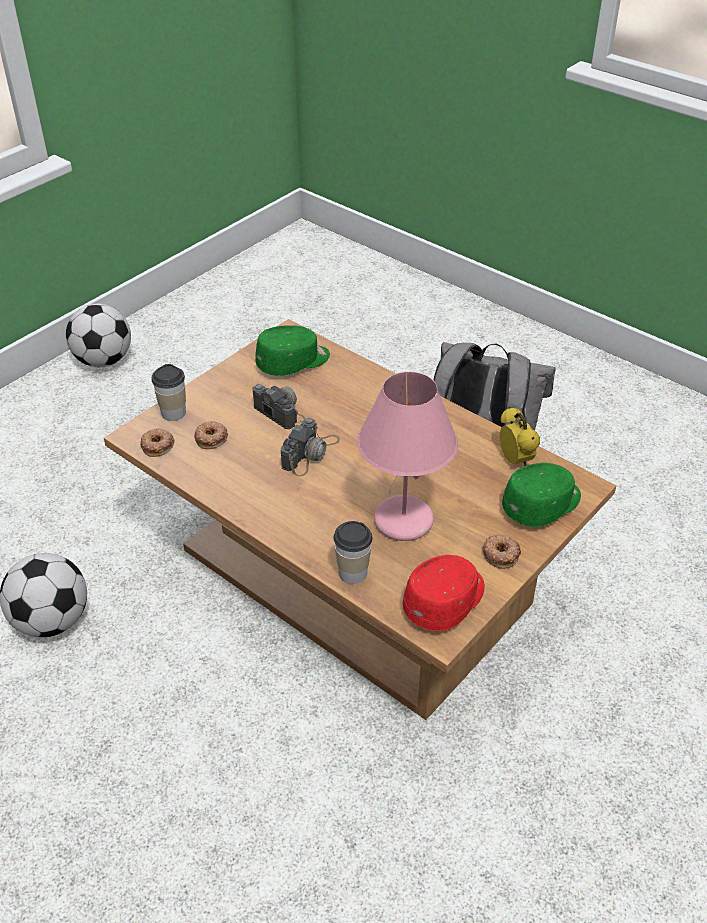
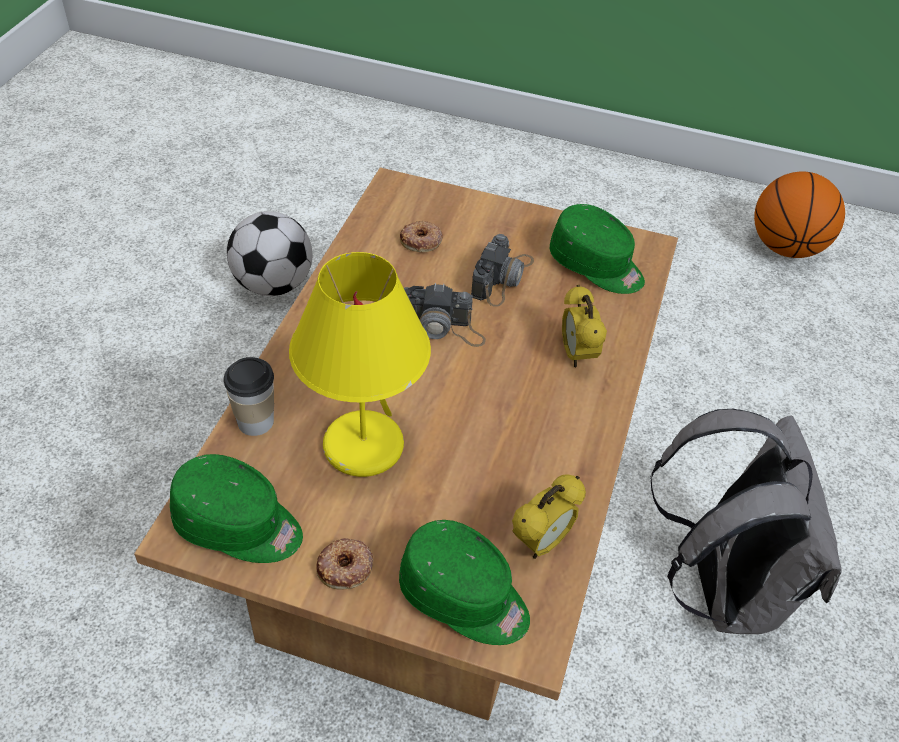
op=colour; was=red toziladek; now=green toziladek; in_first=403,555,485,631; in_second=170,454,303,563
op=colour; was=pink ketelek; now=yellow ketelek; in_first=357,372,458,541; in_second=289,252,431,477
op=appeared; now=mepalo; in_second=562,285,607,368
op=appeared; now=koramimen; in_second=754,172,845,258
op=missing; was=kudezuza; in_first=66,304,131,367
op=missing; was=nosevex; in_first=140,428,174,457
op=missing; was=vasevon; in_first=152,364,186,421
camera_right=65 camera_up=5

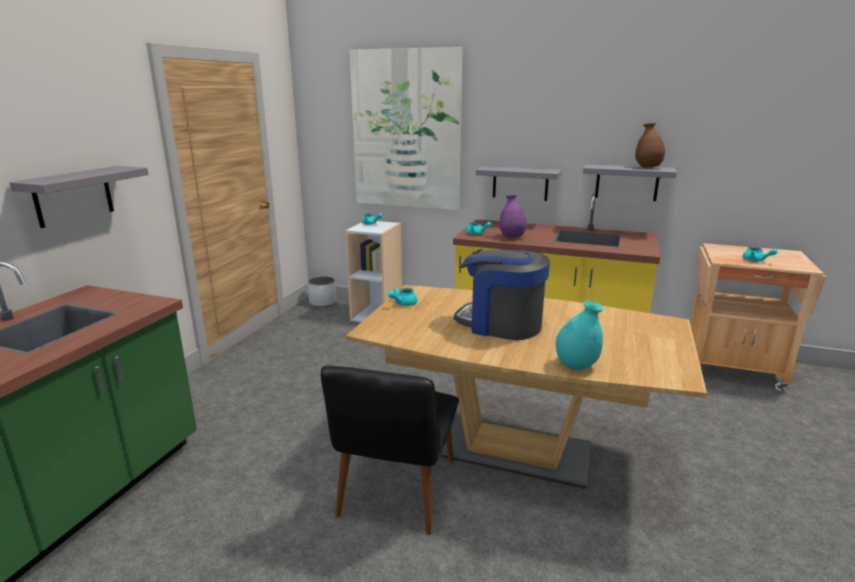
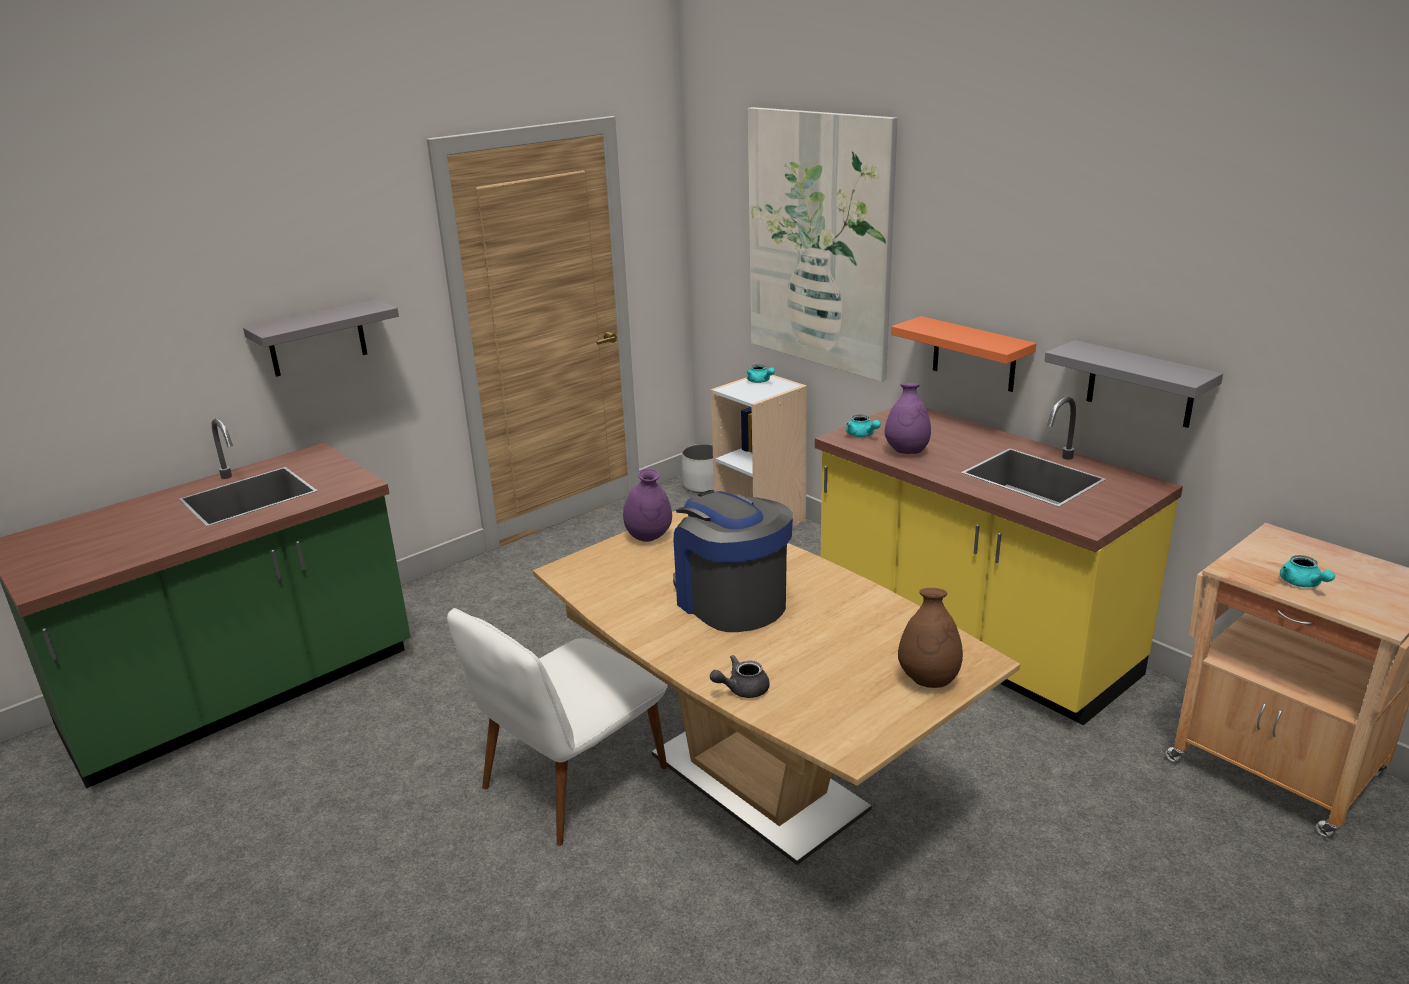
op=colour; was=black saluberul; now=white saluberul; in_first=321,366,459,535; in_second=447,608,668,846
op=exchanged; was=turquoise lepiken; now=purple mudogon; in_first=388,287,418,306; in_second=623,468,672,542
op=exchanged; was=turquoise mudogon; now=grey lepiken; in_first=556,301,603,370; in_second=710,655,770,698
op=colour; was=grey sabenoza; now=orange sabenoza; in_first=476,166,562,201; in_second=891,316,1037,392
op=relocated; was=brown mudogon; in_first=635,123,665,168; in_second=898,588,963,688
camera_right=30 camera_up=5

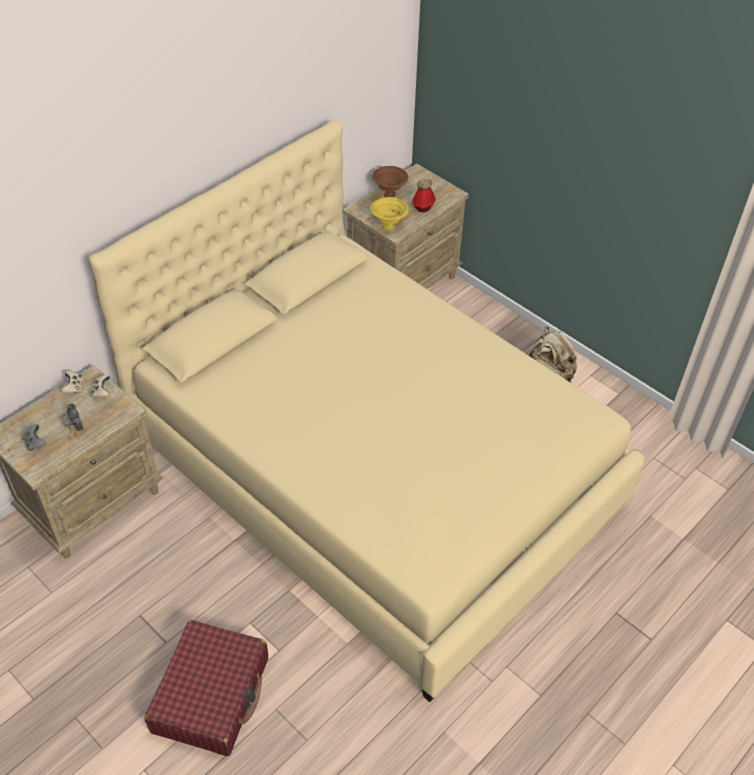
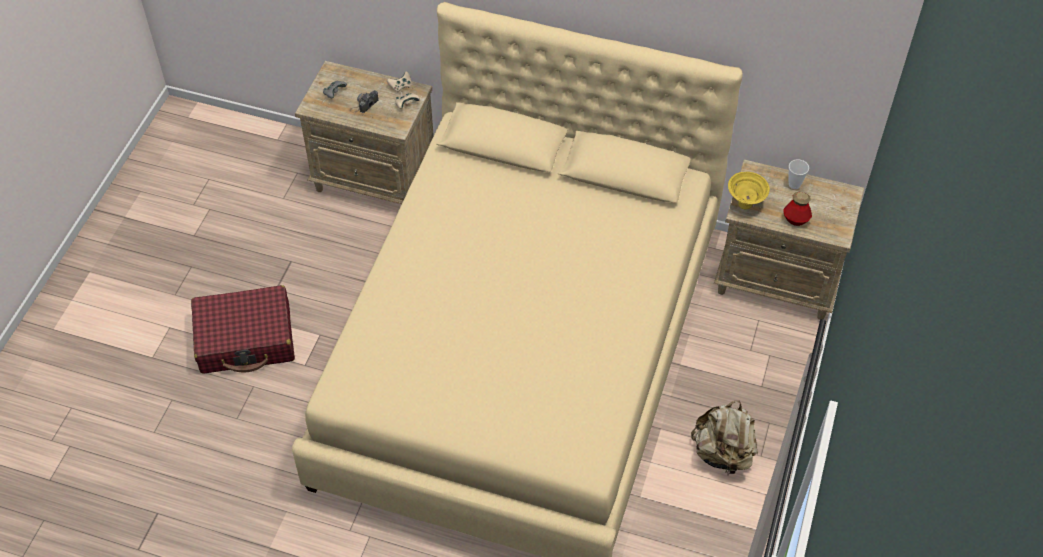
op=exchanged; was=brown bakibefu; now=vasevon; in_first=372,166,408,197; in_second=788,159,809,189
camera_right=65 camera_up=5

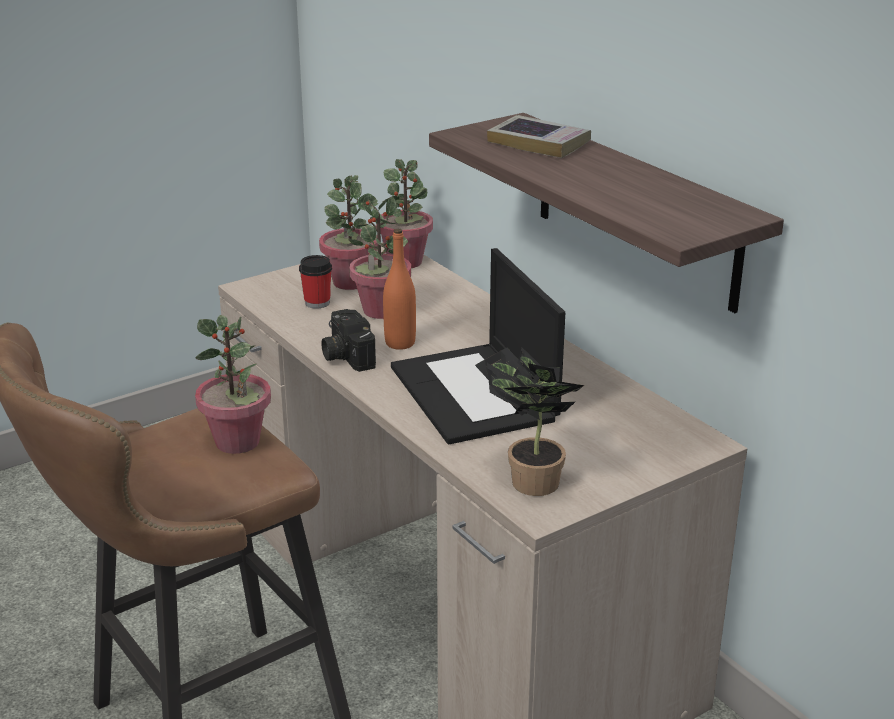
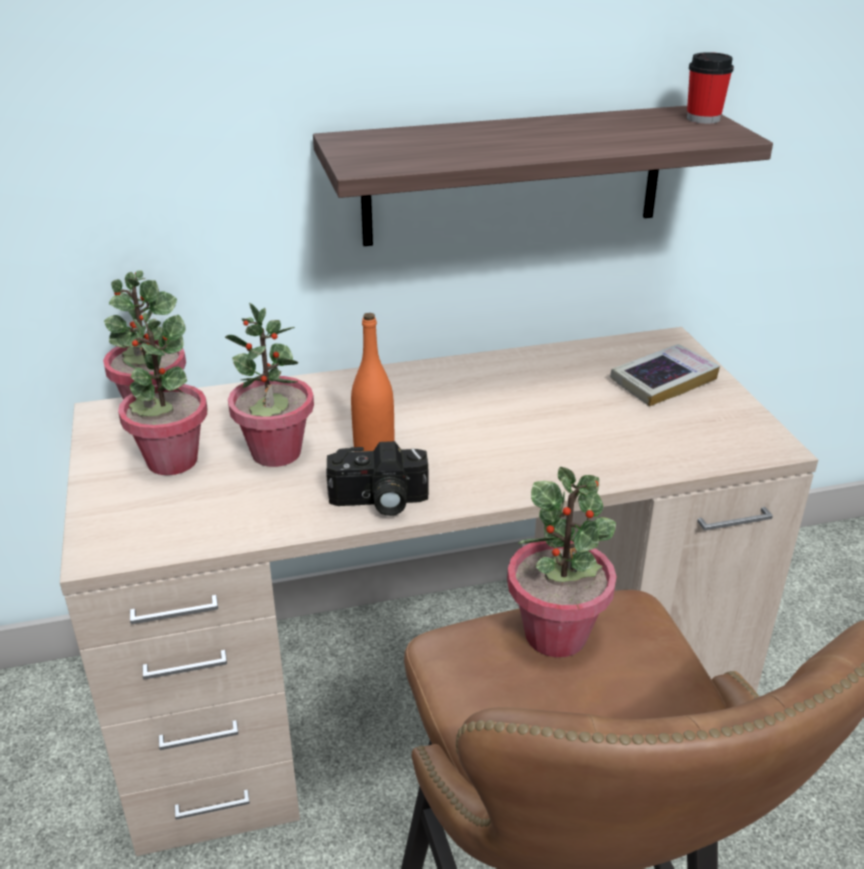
op=relocated; was=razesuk; in_first=487,115,591,158; in_second=610,344,720,407
op=relocated; was=vasevon; in_first=299,255,332,309; in_second=687,52,734,124
op=missing; was=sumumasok; in_first=391,248,565,444
op=missing; was=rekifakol; in_first=475,348,585,496
camera_right=-70 camera_up=5

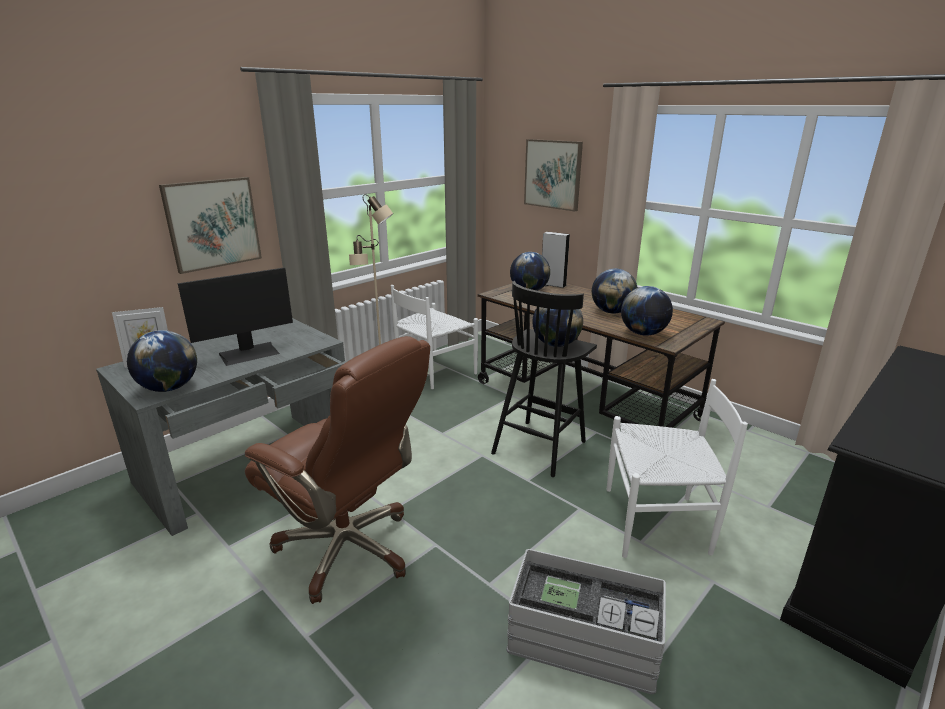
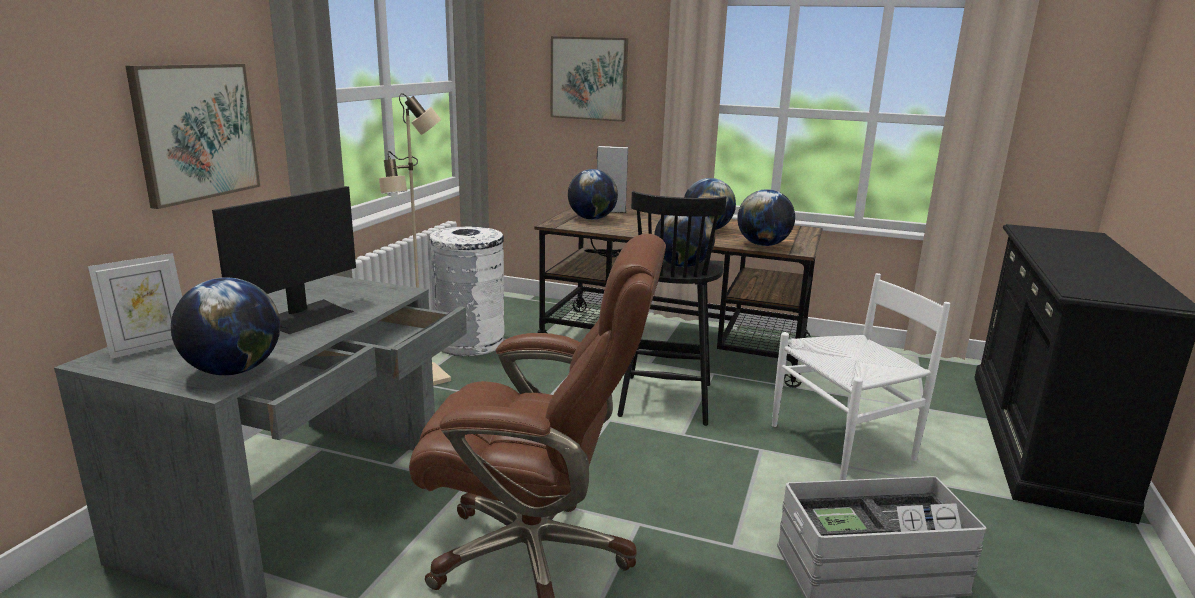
op=exchanged; was=white saluberul; now=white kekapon; in_first=391,285,478,389; in_second=429,226,504,356
camera_right=-25 camera_up=-5

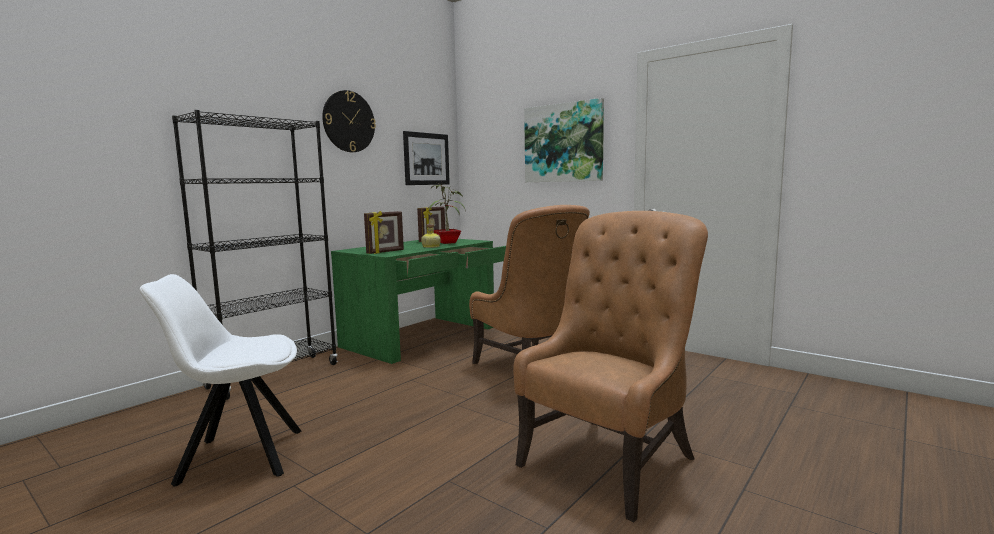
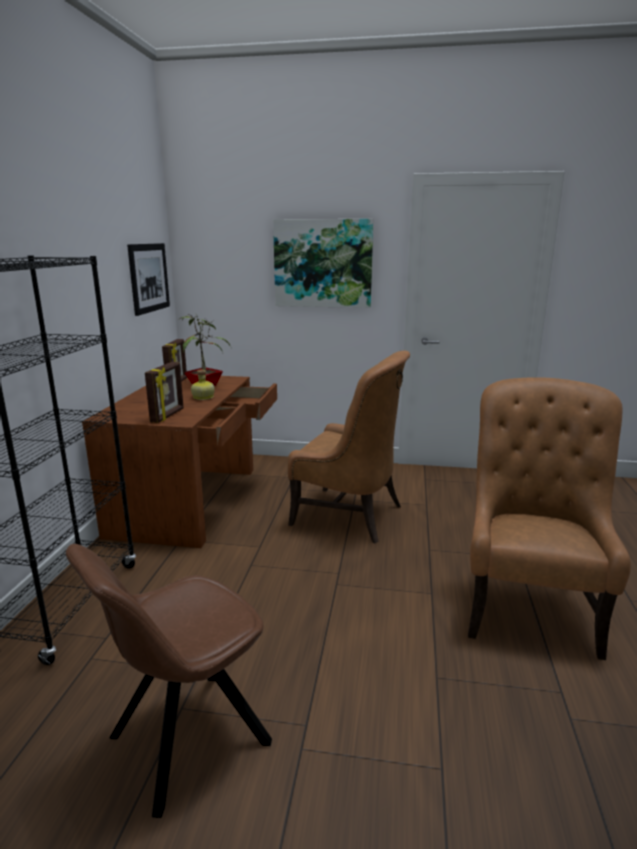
op=colour; was=white saluberul; now=brown saluberul; in_first=140,274,301,486; in_second=66,544,272,818
op=colour; was=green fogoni; now=brown fogoni; in_first=331,239,506,364; in_second=82,376,277,548
op=missing; was=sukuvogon; in_first=322,90,376,152
camera_right=-30 camera_up=10

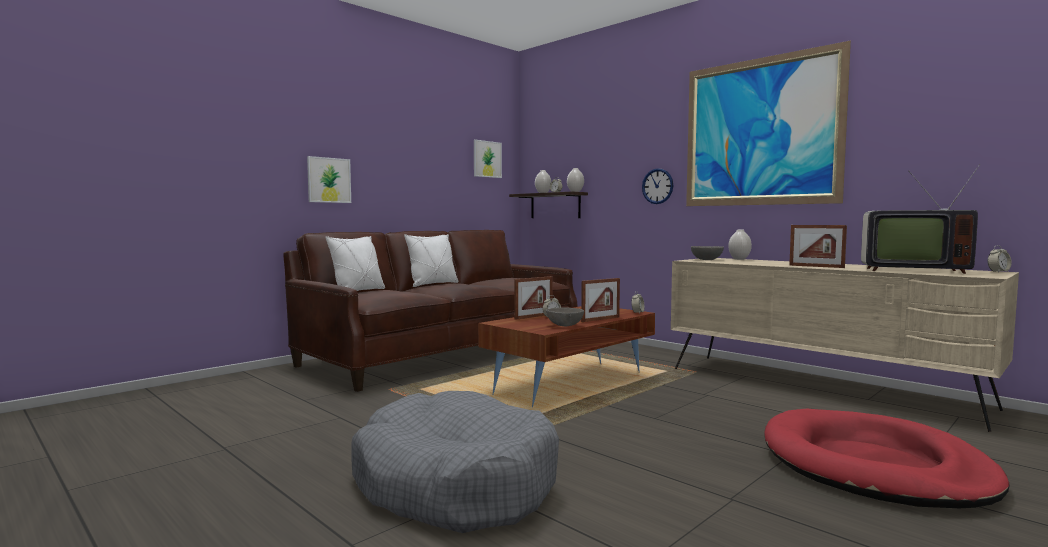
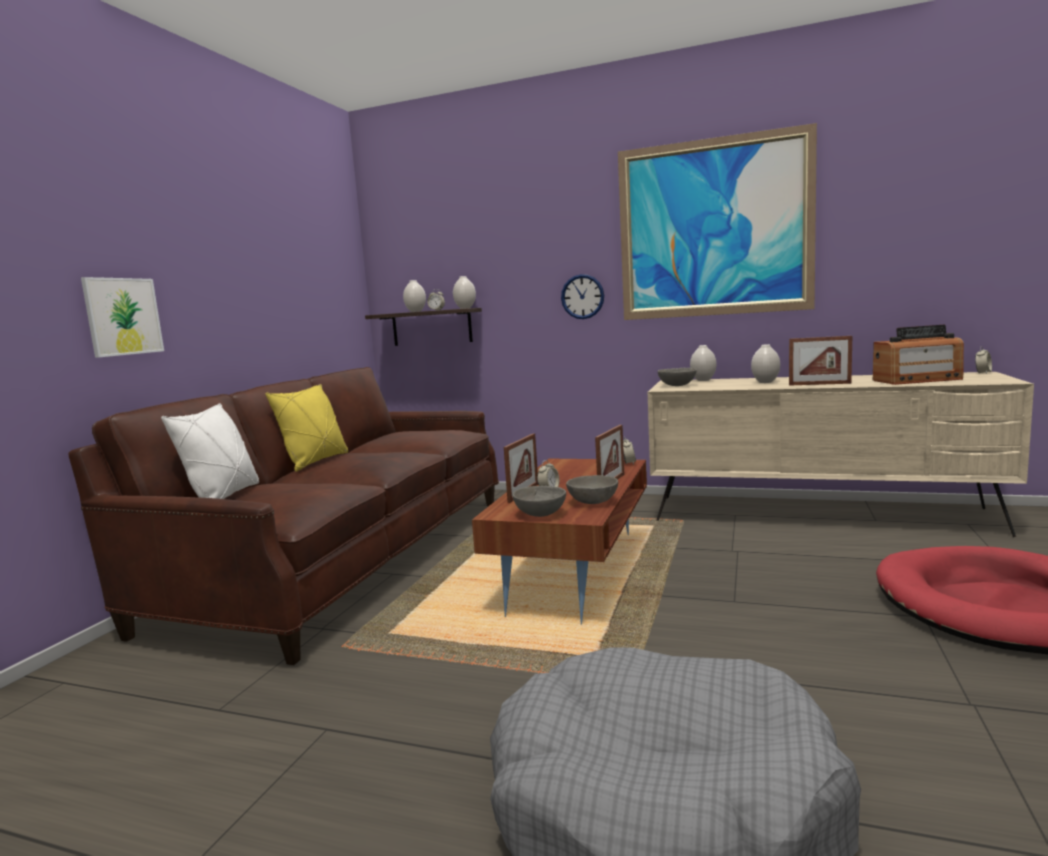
op=colour; was=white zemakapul; now=yellow zemakapul; in_first=404,234,459,287; in_second=265,384,348,472
op=appeared; now=grey bakibefu; in_second=513,486,566,517
op=appeared; now=white mudogon; in_second=751,344,780,383
op=exchanged; was=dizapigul; now=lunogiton; in_first=861,164,980,274; in_second=873,325,964,385
op=missing; was=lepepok; in_first=474,139,502,178
camera_right=-25 camera_up=5

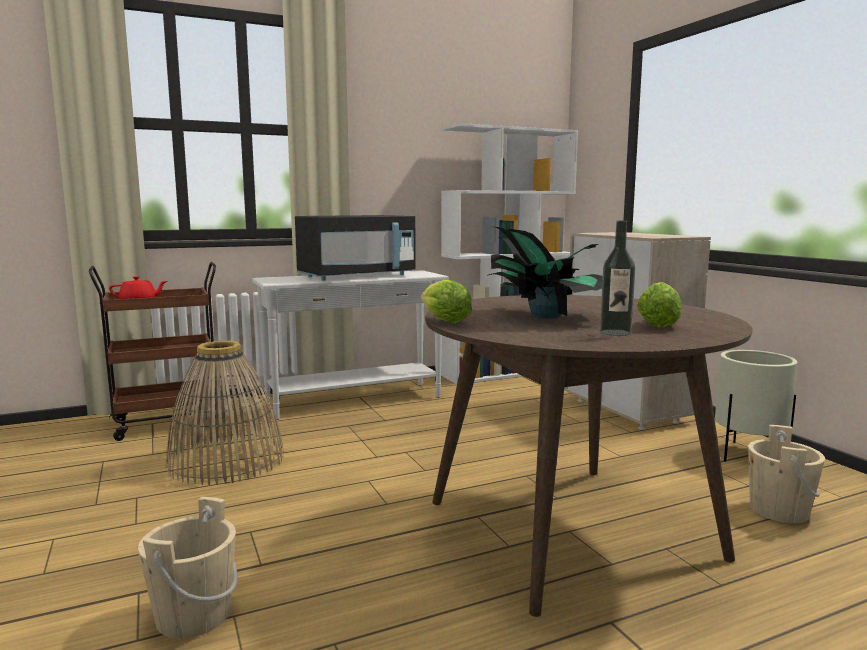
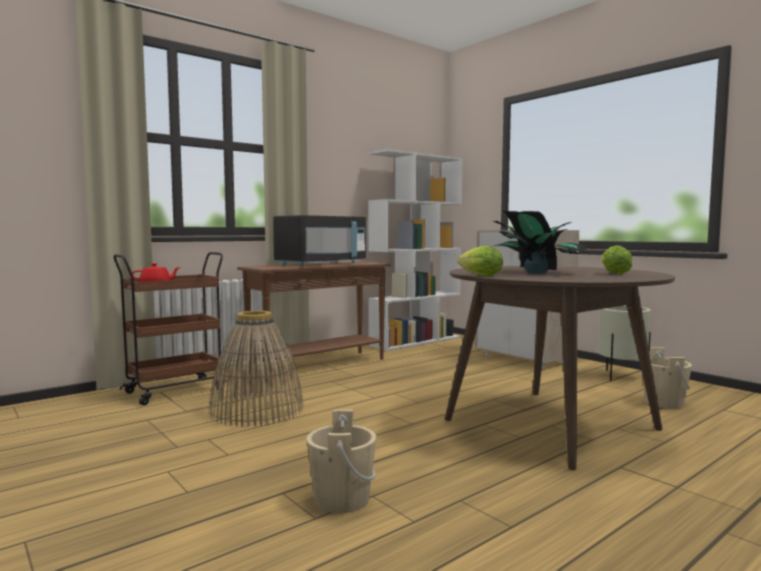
op=colour; was=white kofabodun; now=brown kofabodun; in_first=252,270,449,420; in_second=237,261,391,382
op=missing; was=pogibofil; in_first=600,220,635,336
camera_right=-15 camera_up=-5

